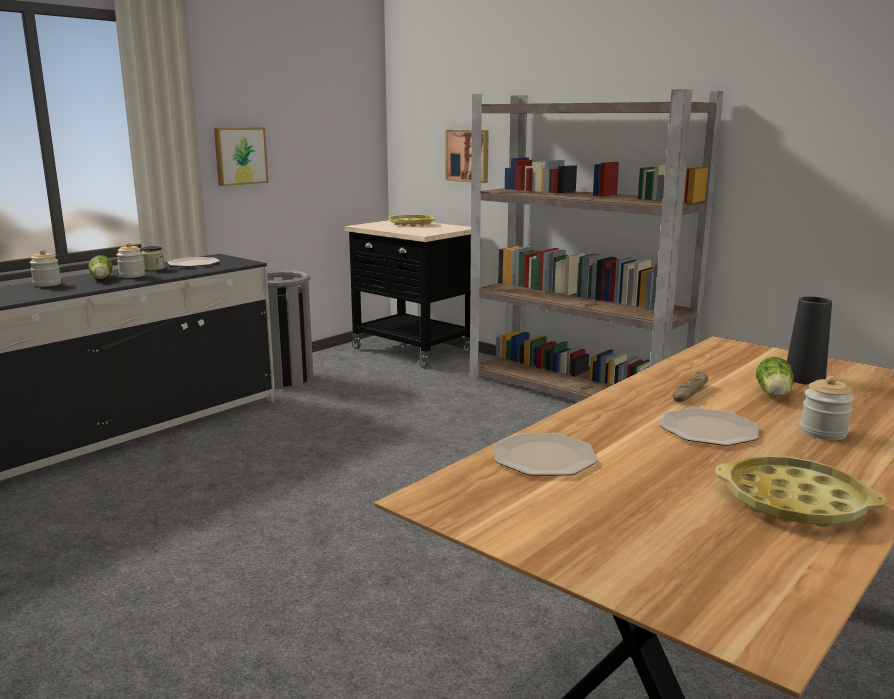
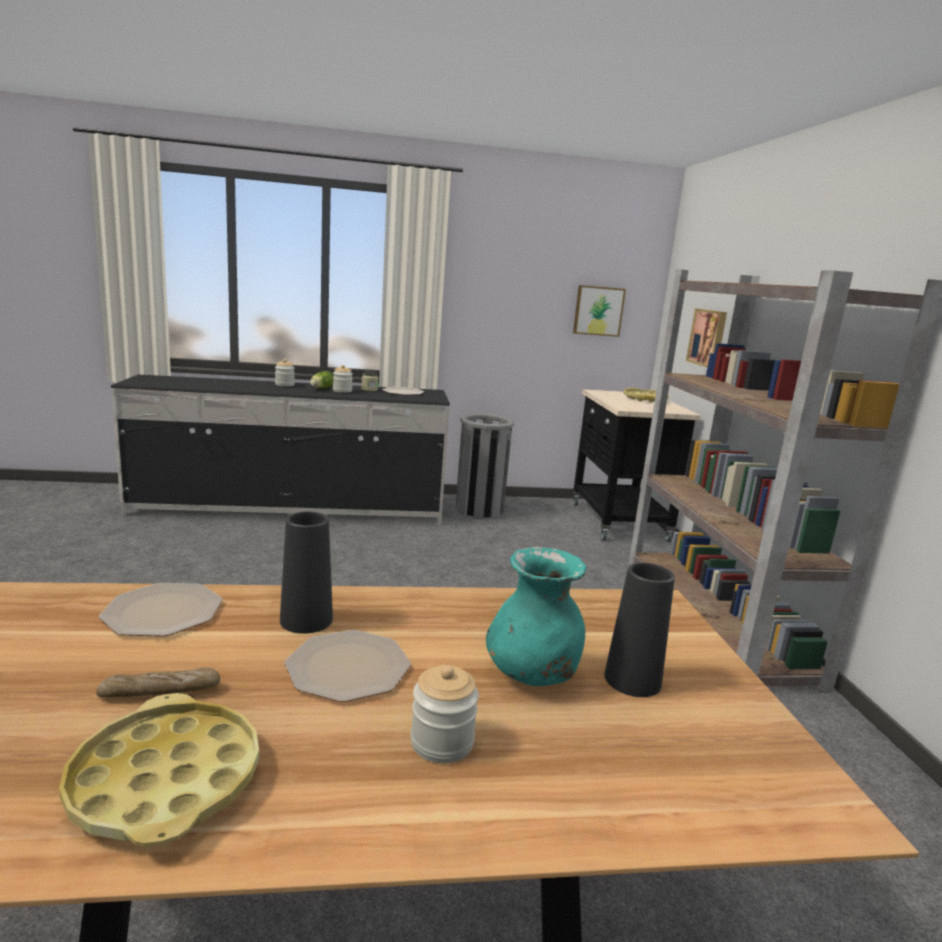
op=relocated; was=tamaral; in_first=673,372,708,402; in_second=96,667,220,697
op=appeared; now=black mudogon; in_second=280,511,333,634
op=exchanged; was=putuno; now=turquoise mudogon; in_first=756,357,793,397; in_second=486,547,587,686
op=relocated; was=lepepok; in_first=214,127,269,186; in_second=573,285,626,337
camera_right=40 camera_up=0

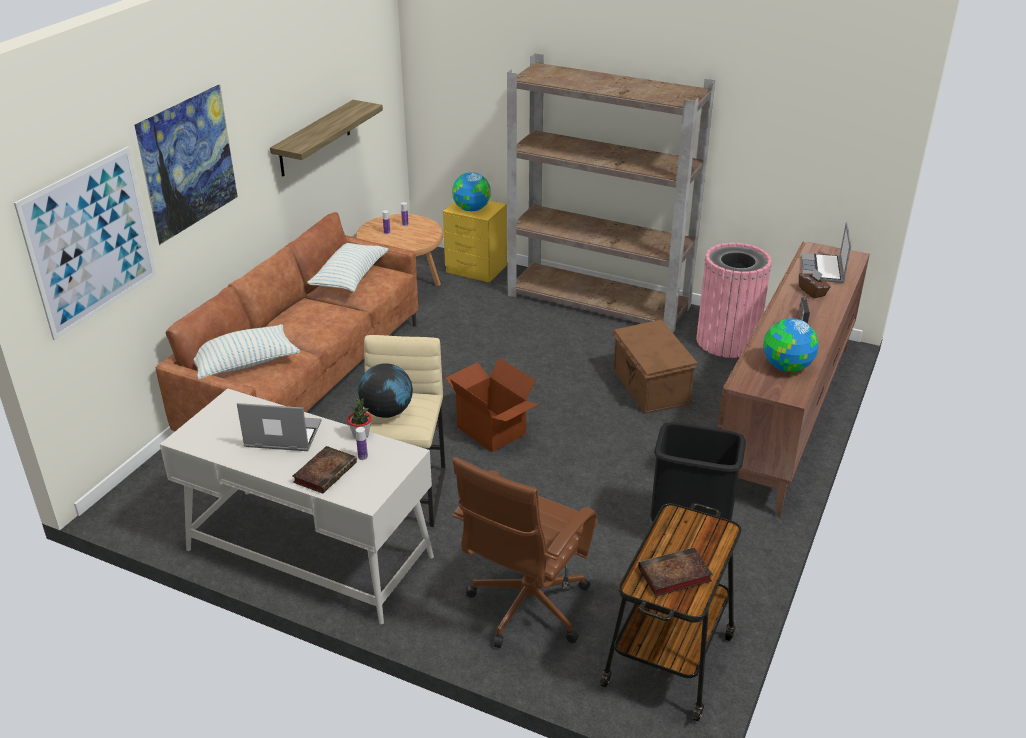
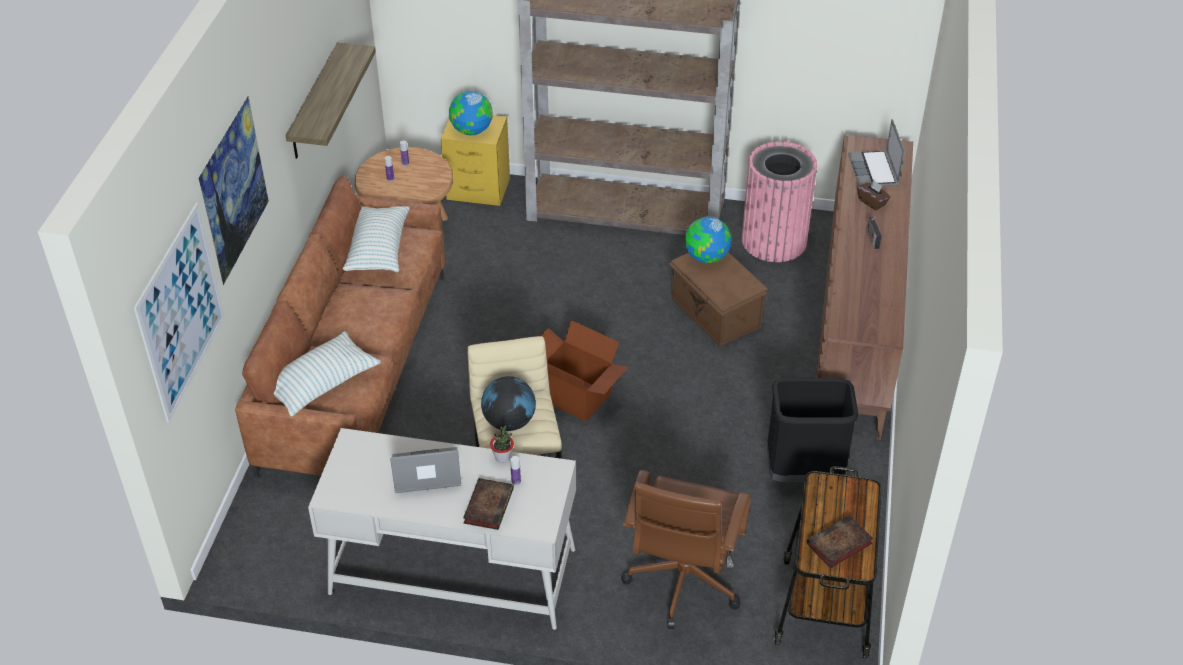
op=relocated; was=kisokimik; in_first=763,318,819,372; in_second=685,217,731,263
camera_right=-15 camera_up=10

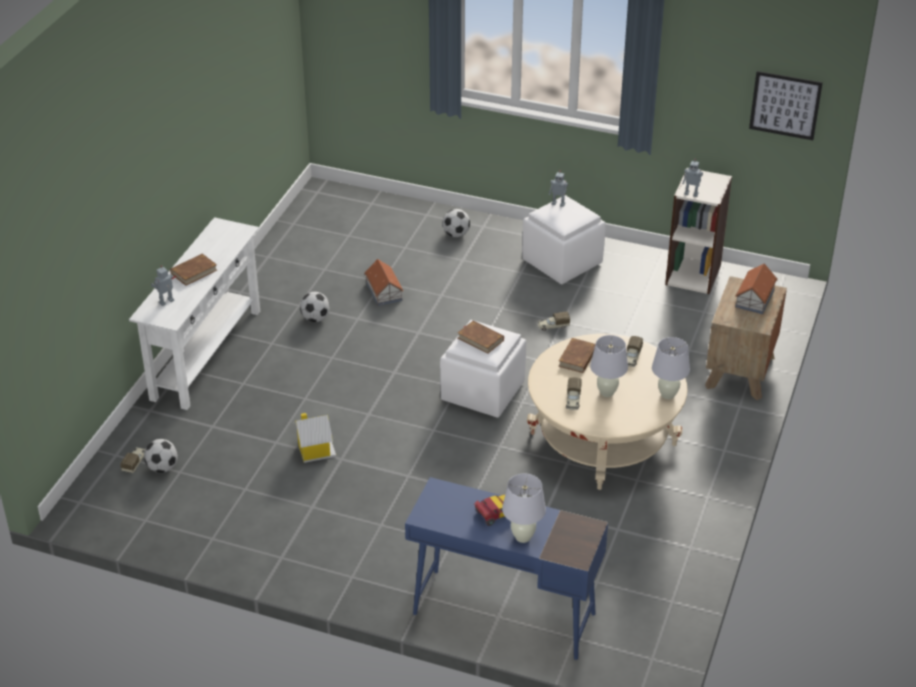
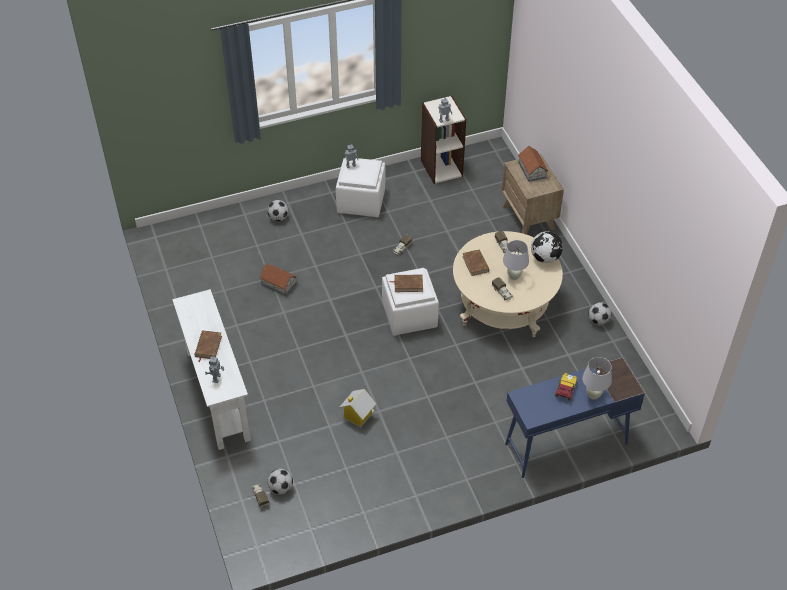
op=exchanged; was=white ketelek; now=kisokimik; in_first=652,337,690,399; in_second=531,231,563,263
op=relocated; was=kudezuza; in_first=300,292,330,322; in_second=589,302,612,325
op=missing; was=lepepok; in_first=749,71,823,140
camera_right=-40 camera_up=10

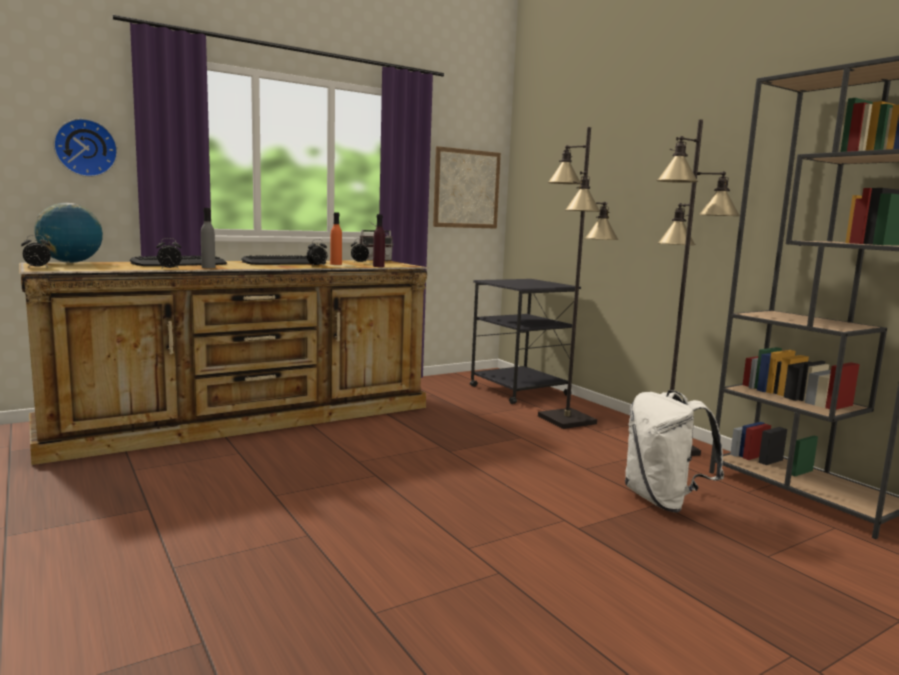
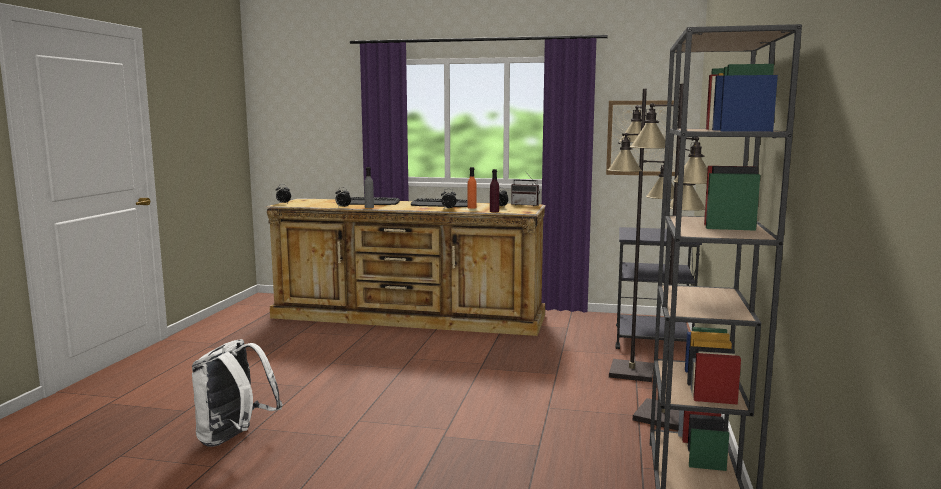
op=relocated; was=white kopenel; in_first=625,390,724,512; in_second=192,339,283,447
op=missing; was=kisokimik; in_first=34,203,103,263
op=missing; was=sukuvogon; in_first=53,118,118,177
camera_right=45 camera_up=0

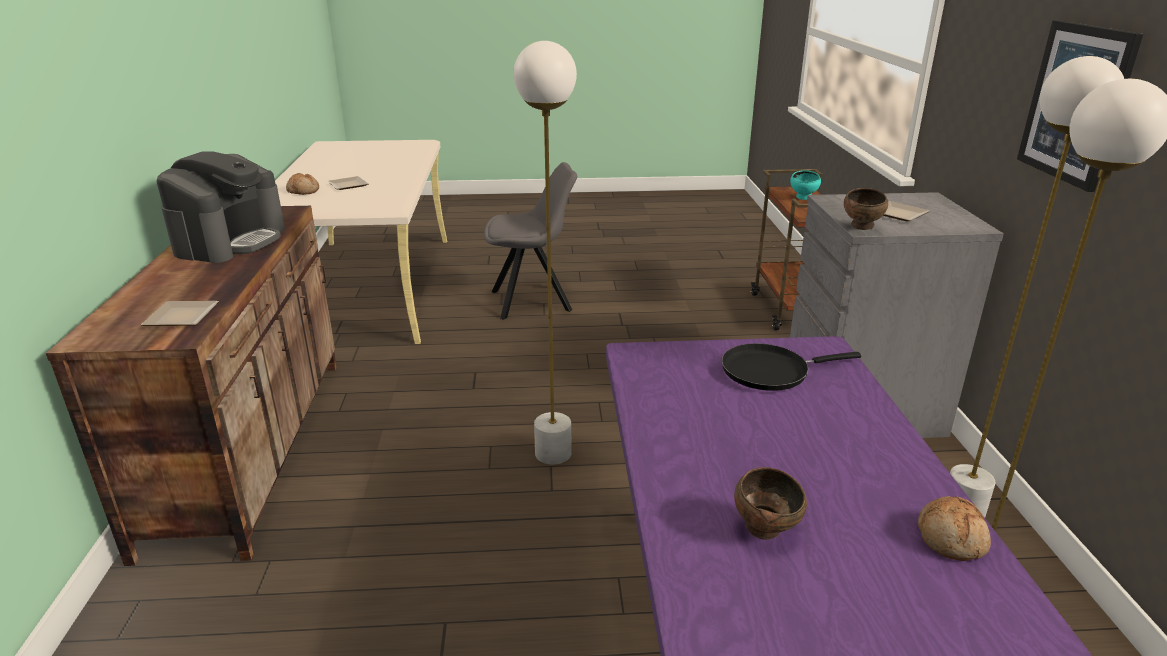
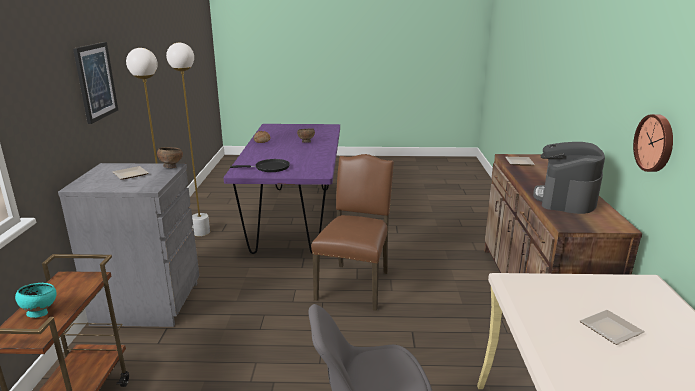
op=exchanged; was=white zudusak; now=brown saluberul; in_first=513,41,577,465; in_second=311,154,394,311
op=appeared; now=sukuvogon; in_second=633,114,673,172
op=missing; was=tamaral; in_first=286,173,319,195
camera_right=-175 camera_up=-5

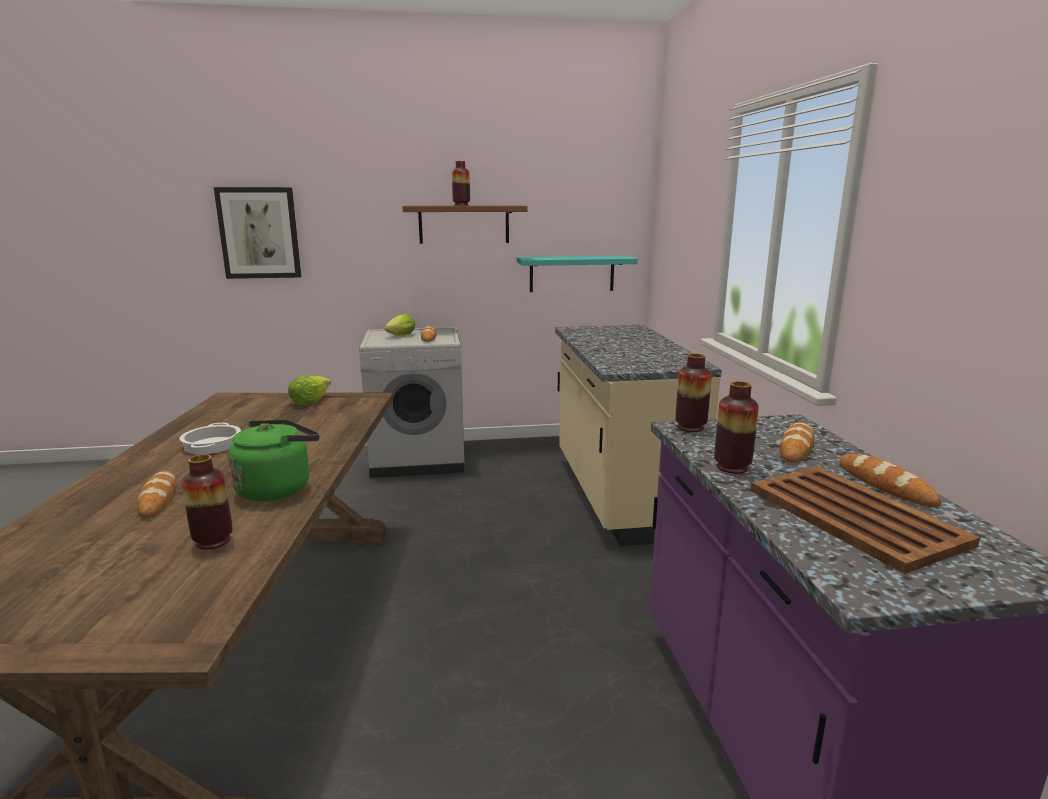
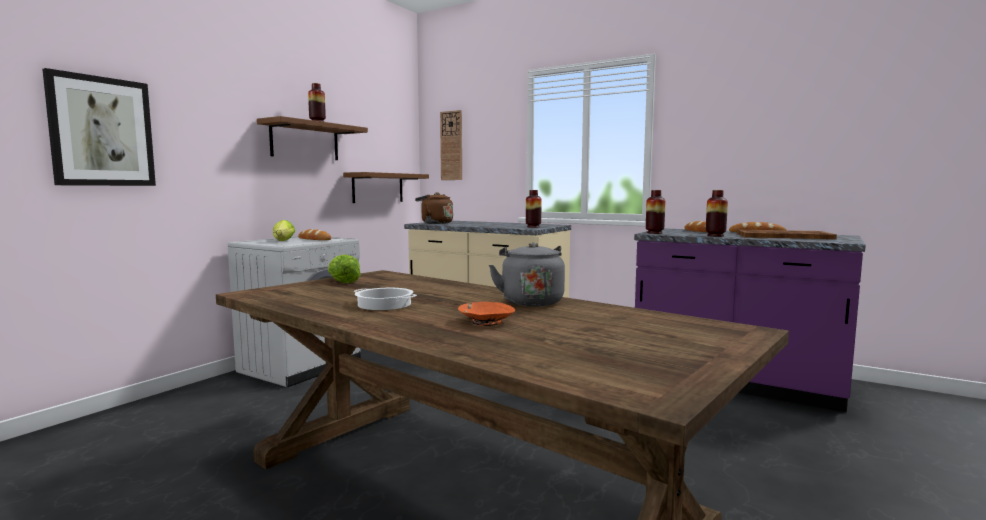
op=colour; was=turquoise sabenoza; now=brown sabenoza; in_first=517,255,638,292; in_second=343,172,429,203
op=appeared; now=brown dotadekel; in_second=415,192,453,224
op=appeared; now=sukuvogon; in_second=440,110,462,180
op=exchanged; was=tamaral; now=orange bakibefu; in_first=137,471,177,518; in_second=458,302,515,326
op=colour; was=green dotadekel; now=grey dotadekel; in_first=228,419,320,501; in_second=489,242,565,307
op=relocated; was=mudogon; in_first=181,454,233,550; in_second=526,190,541,228
camera_right=-50 camera_up=-10

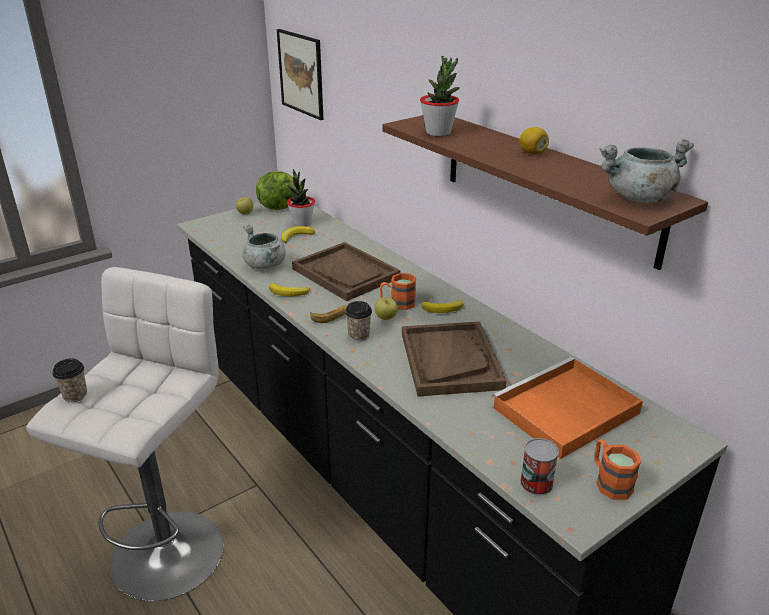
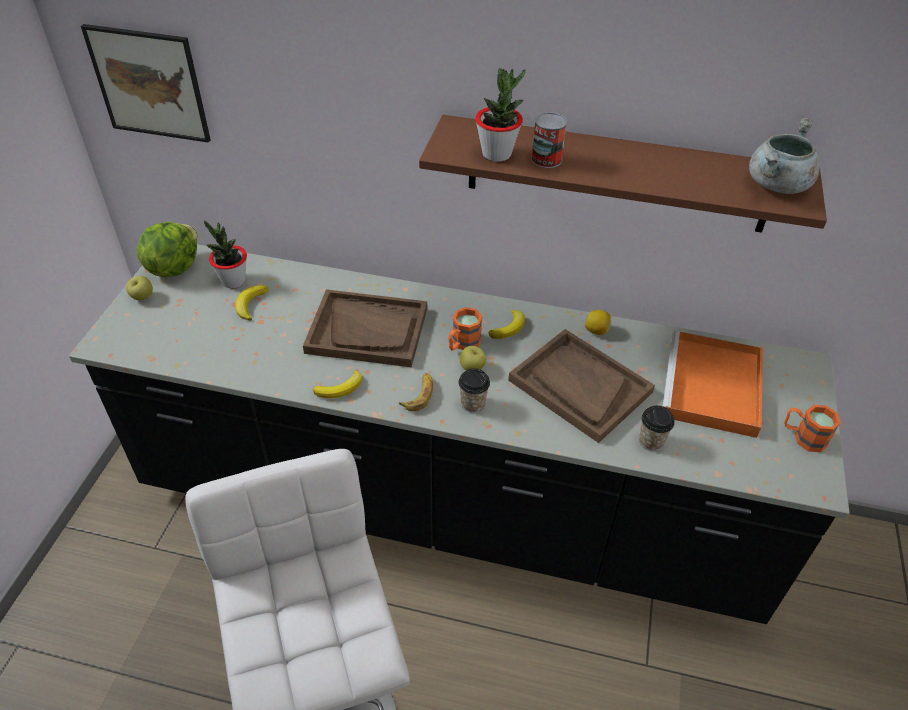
op=relocated; was=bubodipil; in_first=520,438,559,495; in_second=531,112,567,168
op=relocated; was=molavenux; in_first=519,127,549,154; in_second=585,310,611,335
op=relocated; was=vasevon; in_first=52,358,87,402; in_second=639,405,675,451
op=missing; was=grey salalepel; in_first=243,225,286,269
camera_right=-40 camera_up=15

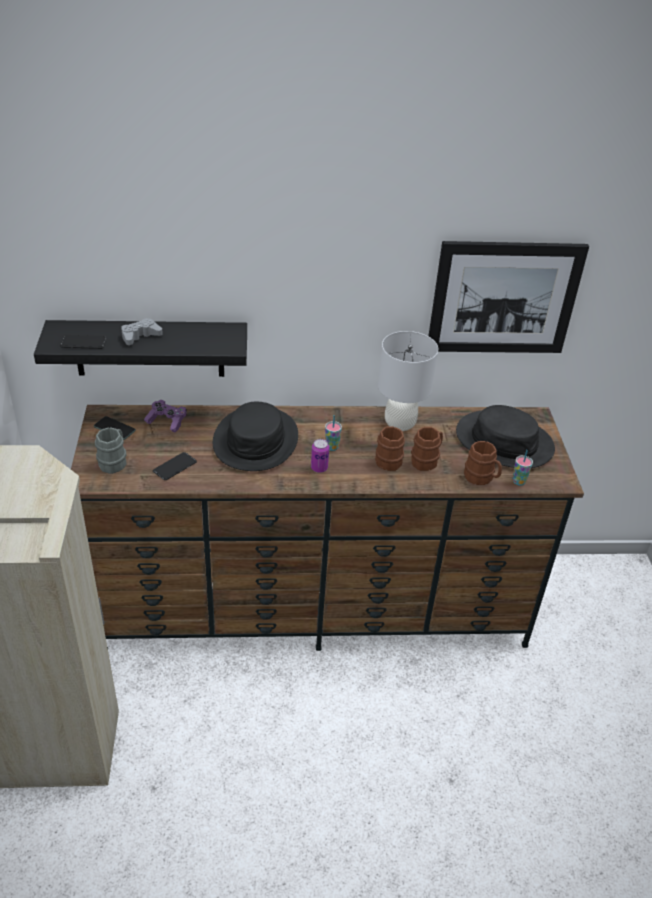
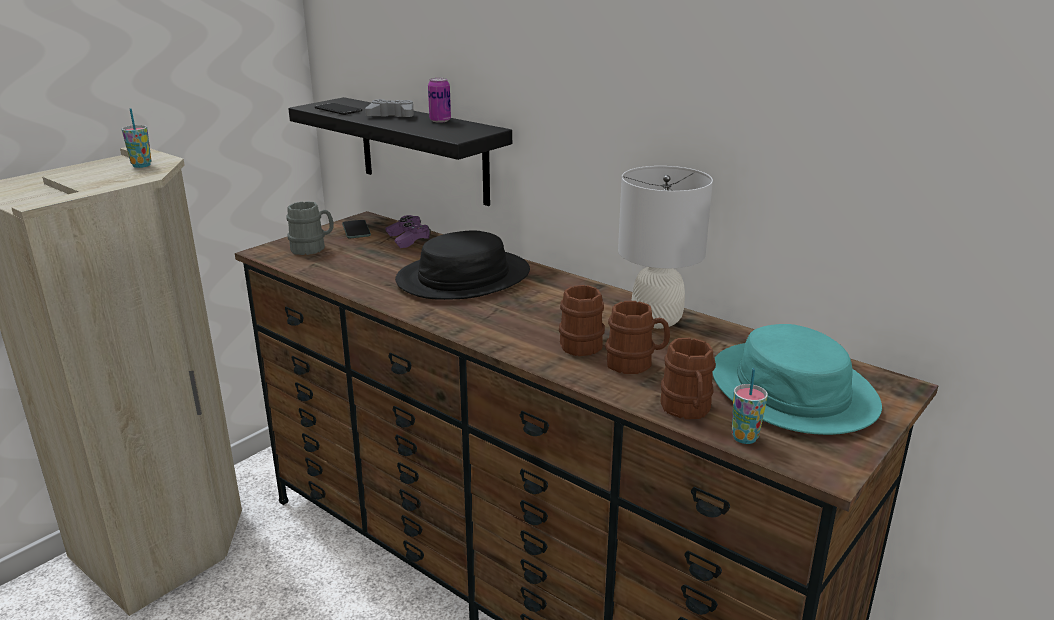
op=relocated; was=vasevon; in_first=325,415,342,451; in_second=122,108,151,168
op=relocated; was=bubodipil; in_first=311,439,329,473; in_second=428,78,451,123
op=colour; was=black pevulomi; now=turquoise pevulomi; in_first=456,405,555,468; in_second=713,324,882,435
op=missing; was=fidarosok; in_first=153,452,197,480
op=missing; was=lepepok; in_first=429,241,589,353
camera_right=45 camera_up=-15

